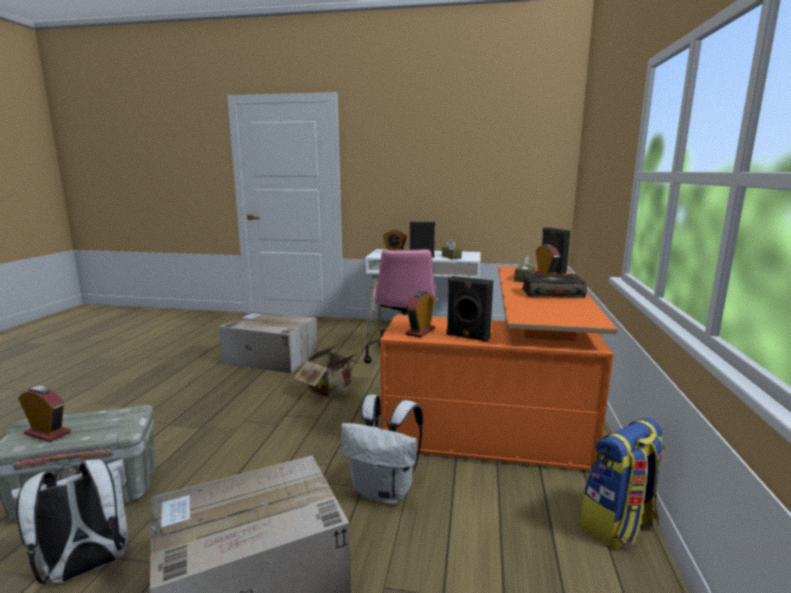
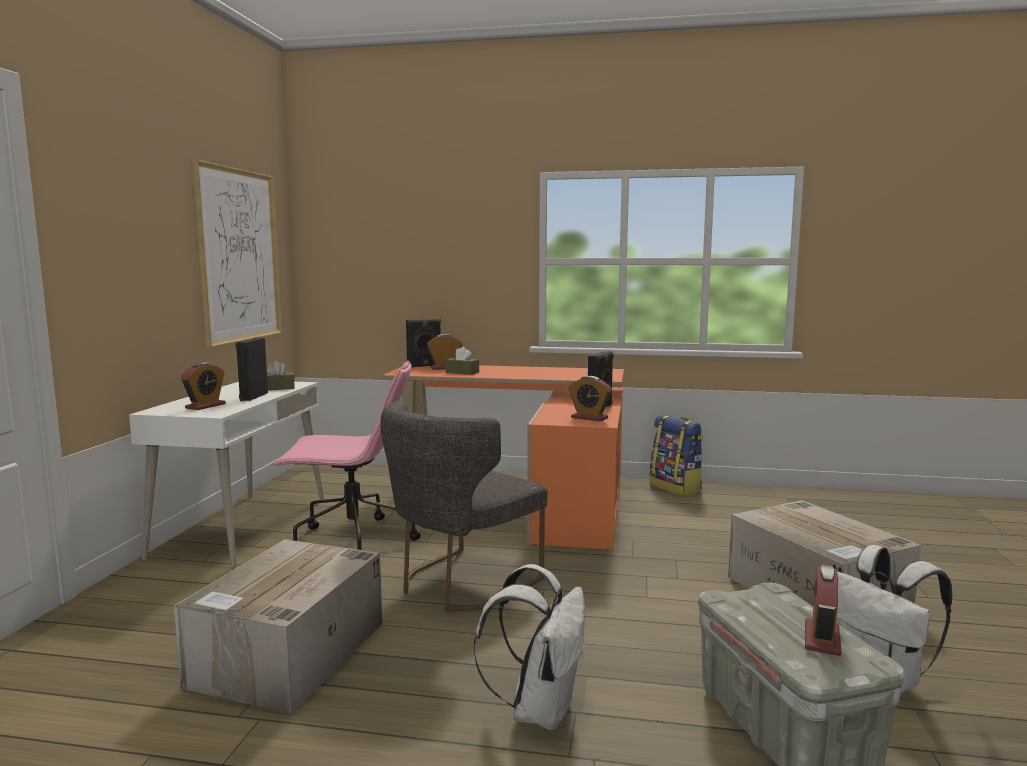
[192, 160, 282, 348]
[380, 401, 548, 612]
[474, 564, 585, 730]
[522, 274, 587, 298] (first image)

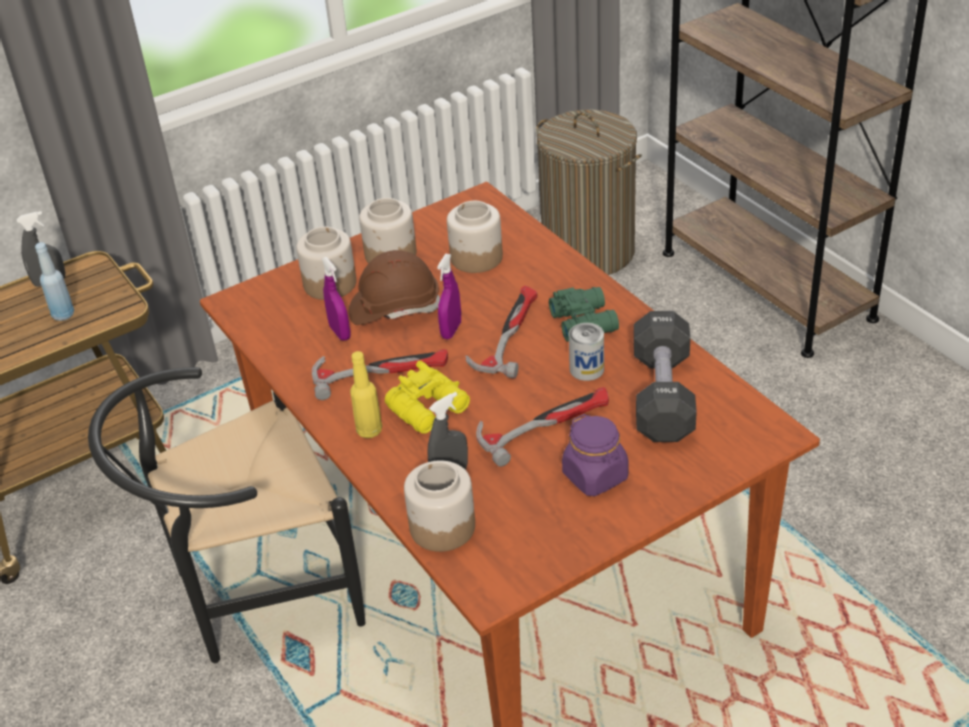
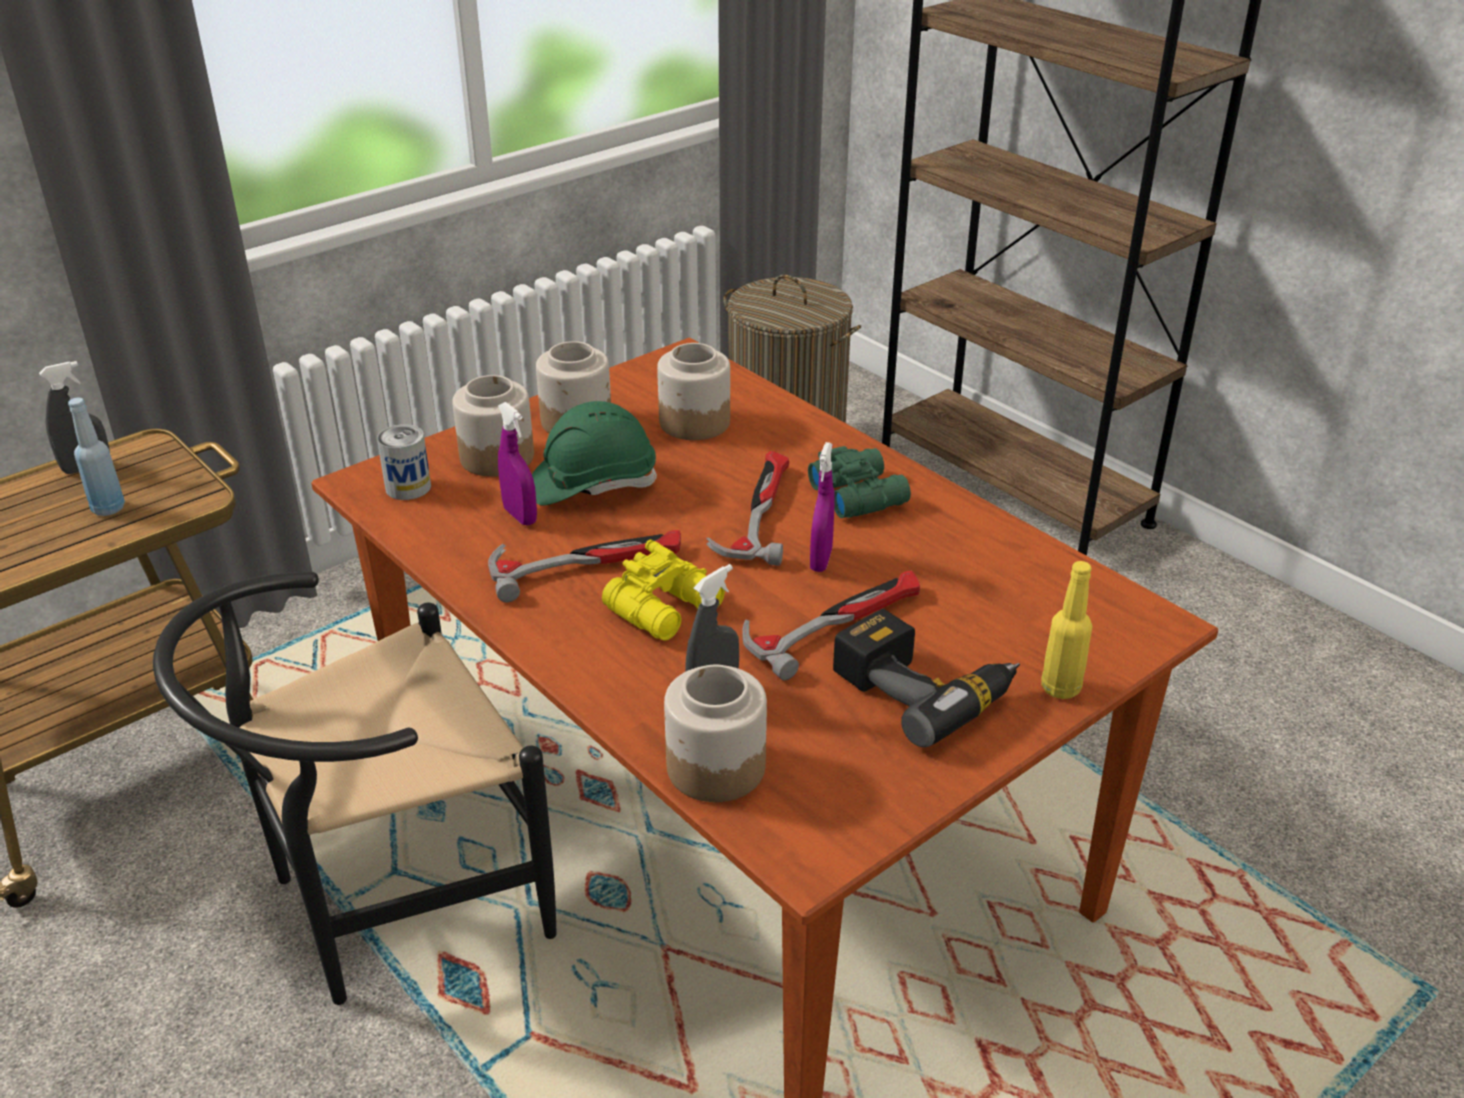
[377, 424, 431, 500]
[532, 401, 657, 506]
[810, 442, 834, 572]
[833, 609, 1020, 747]
[1041, 561, 1092, 699]
[634, 311, 697, 442] (first image)

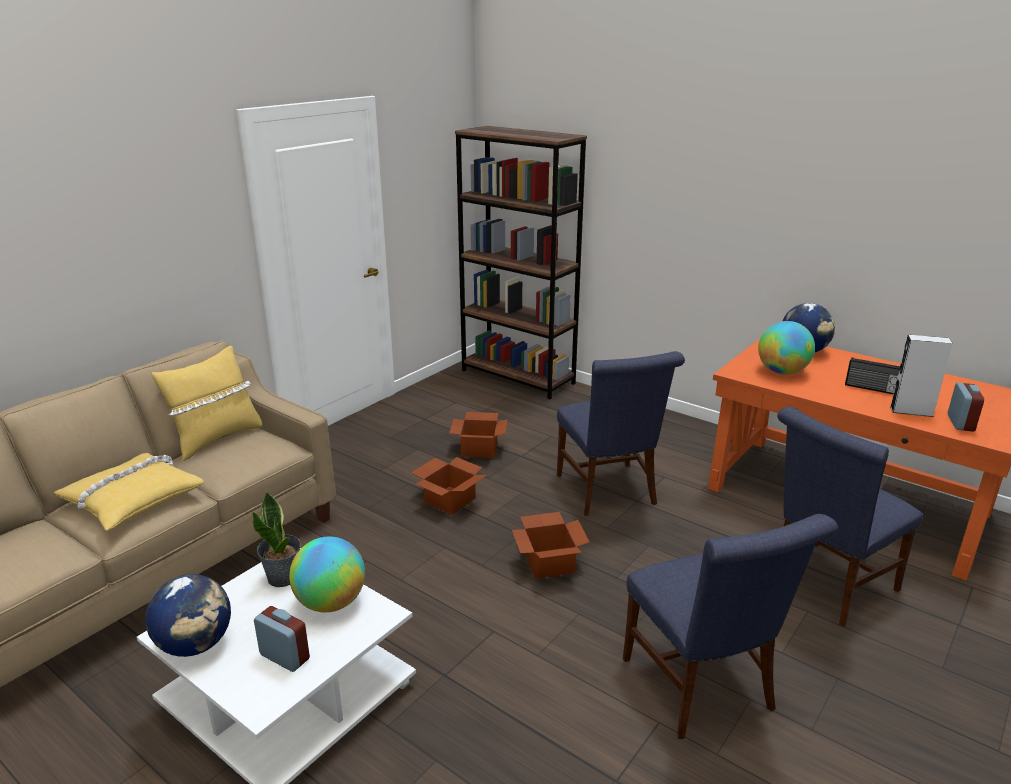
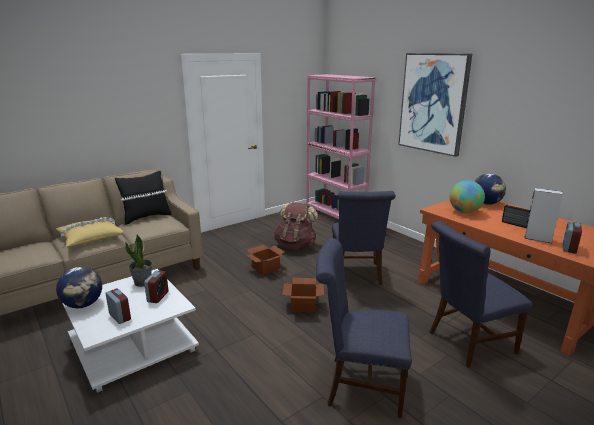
[115, 171, 171, 225]
[144, 270, 168, 303]
[274, 202, 318, 249]
[306, 74, 376, 219]
[316, 238, 412, 418]
[398, 53, 472, 157]

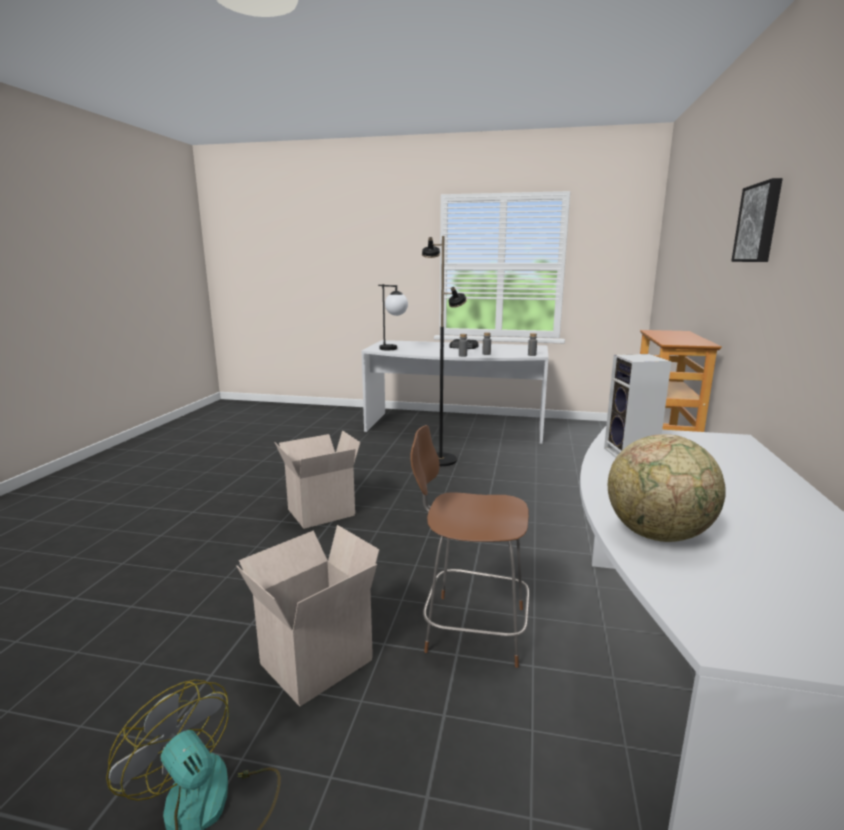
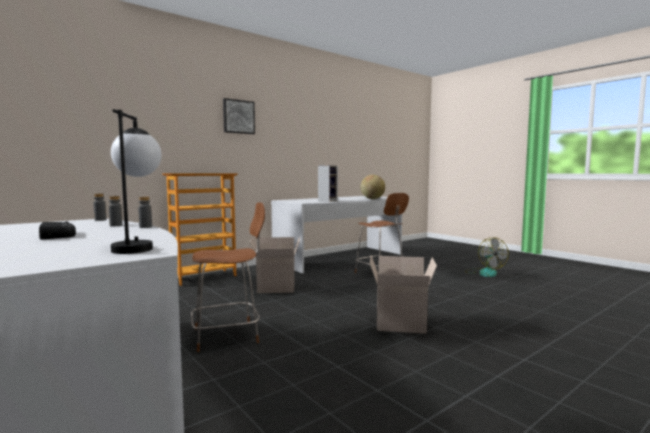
[191, 202, 265, 352]
[250, 236, 300, 293]

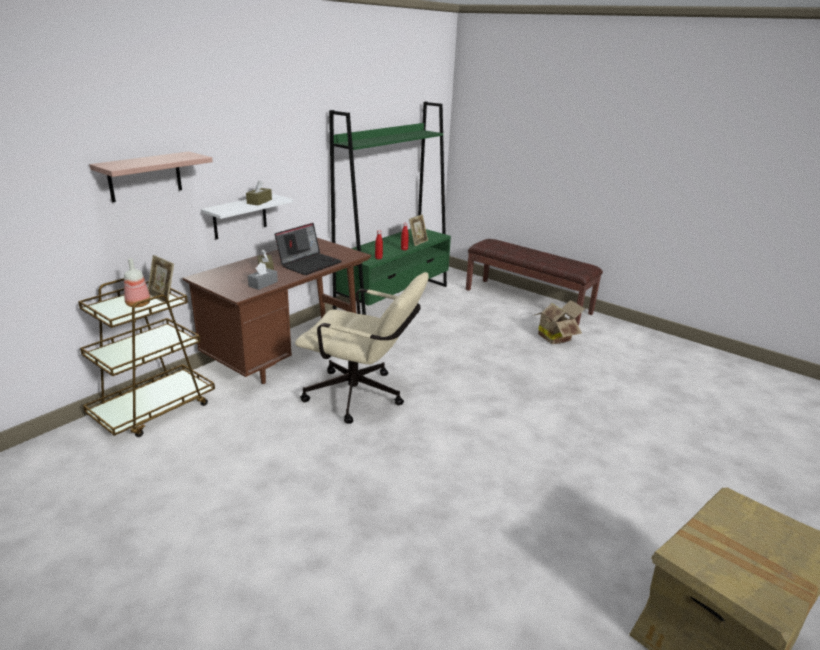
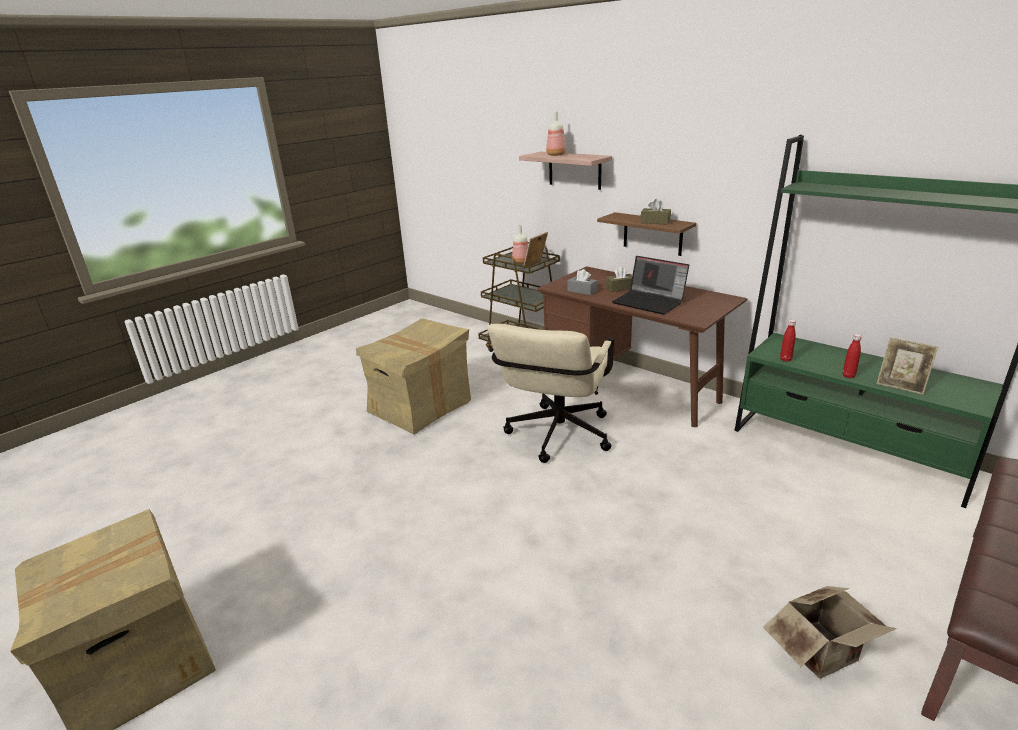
[356, 318, 471, 434]
[546, 111, 566, 156]
[597, 212, 696, 256]

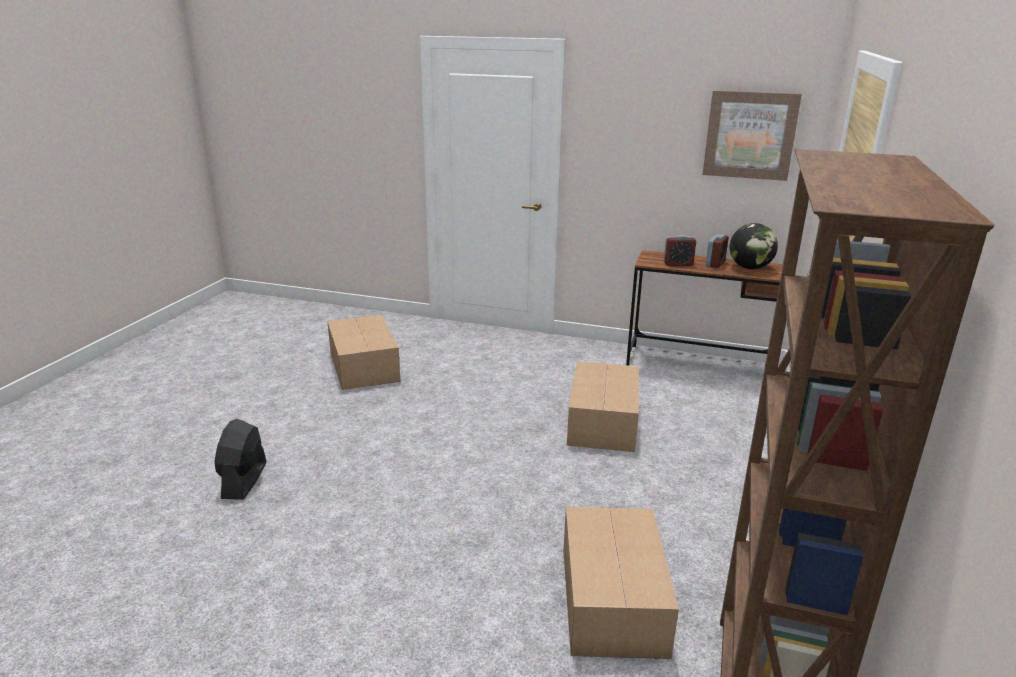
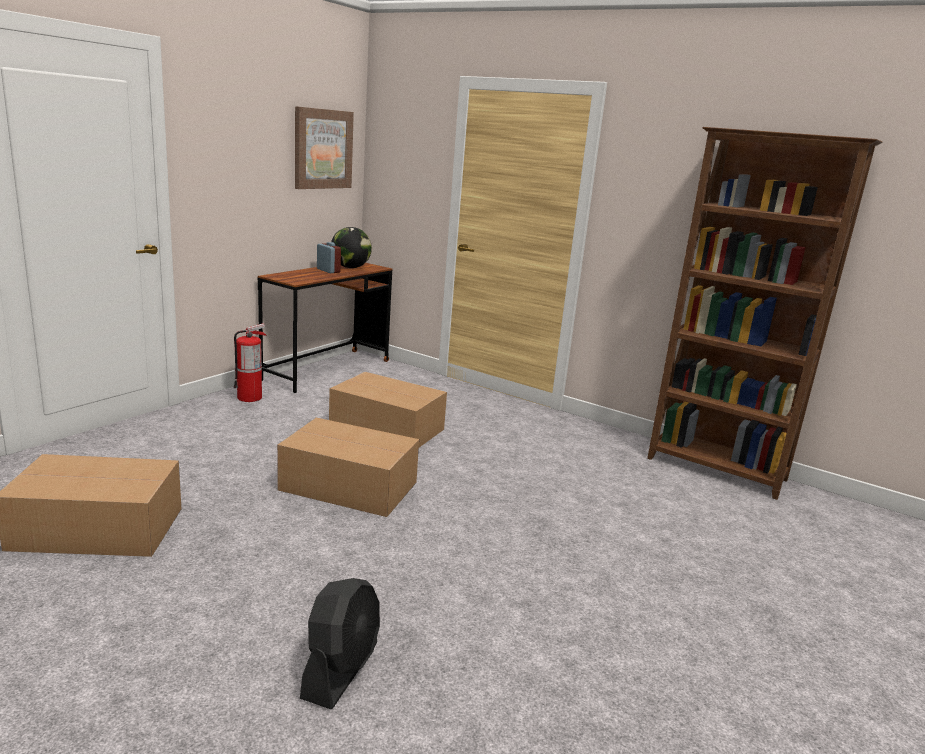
[233, 323, 267, 402]
[277, 417, 419, 517]
[300, 578, 380, 709]
[664, 235, 696, 266] (first image)

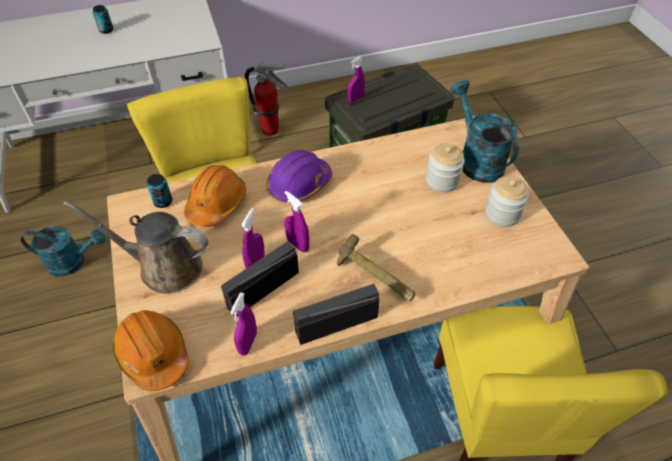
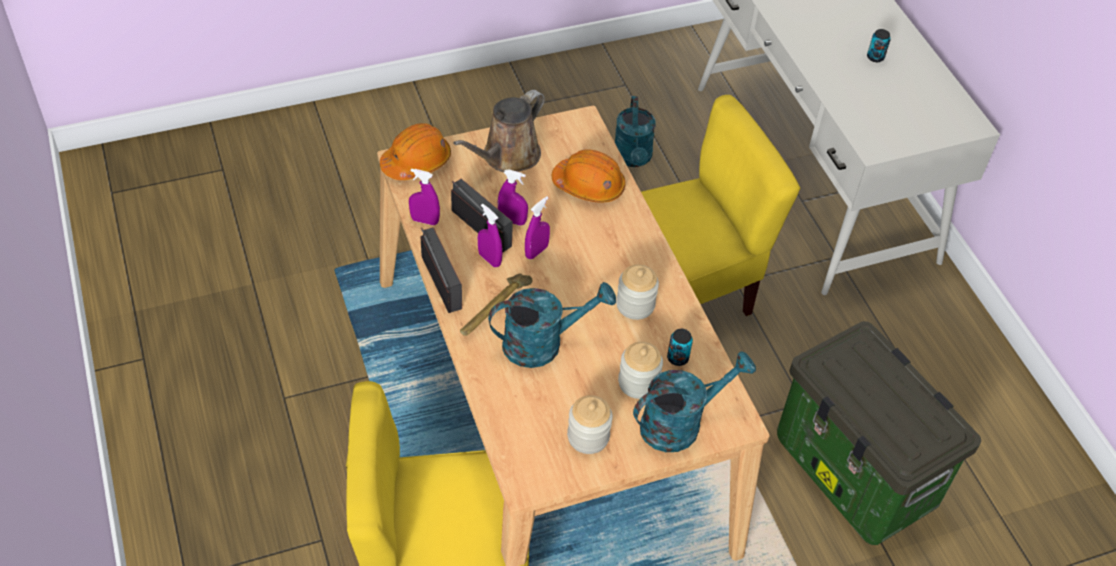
[453, 90, 545, 172]
[478, 204, 503, 267]
[488, 282, 616, 368]
[616, 264, 659, 320]
[667, 329, 693, 366]
[245, 62, 287, 136] (first image)
[266, 150, 332, 203] (first image)

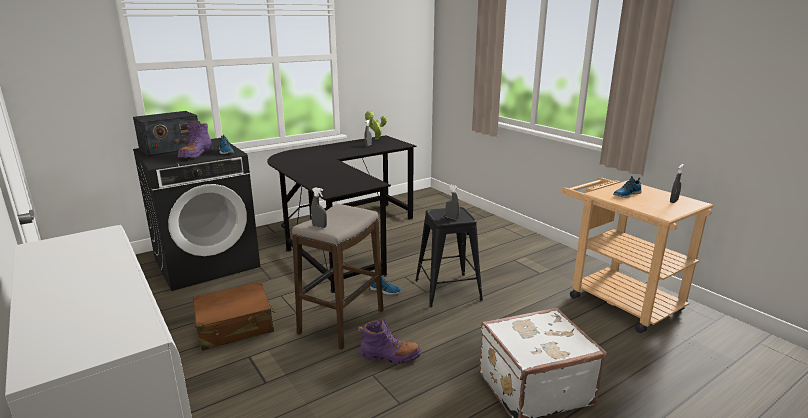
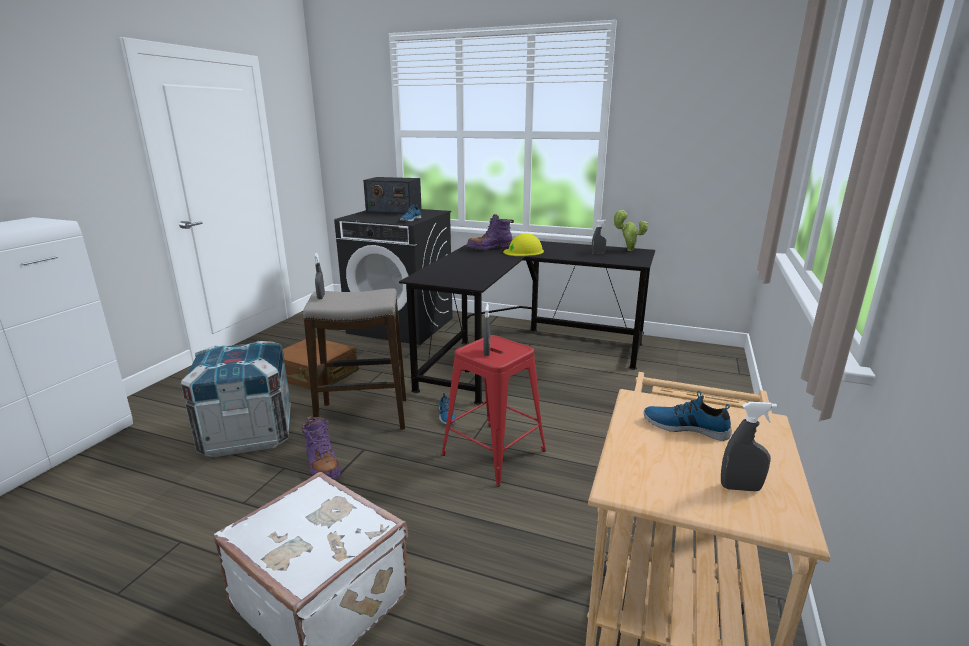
[181, 341, 291, 458]
[441, 335, 546, 487]
[466, 214, 514, 250]
[503, 233, 544, 256]

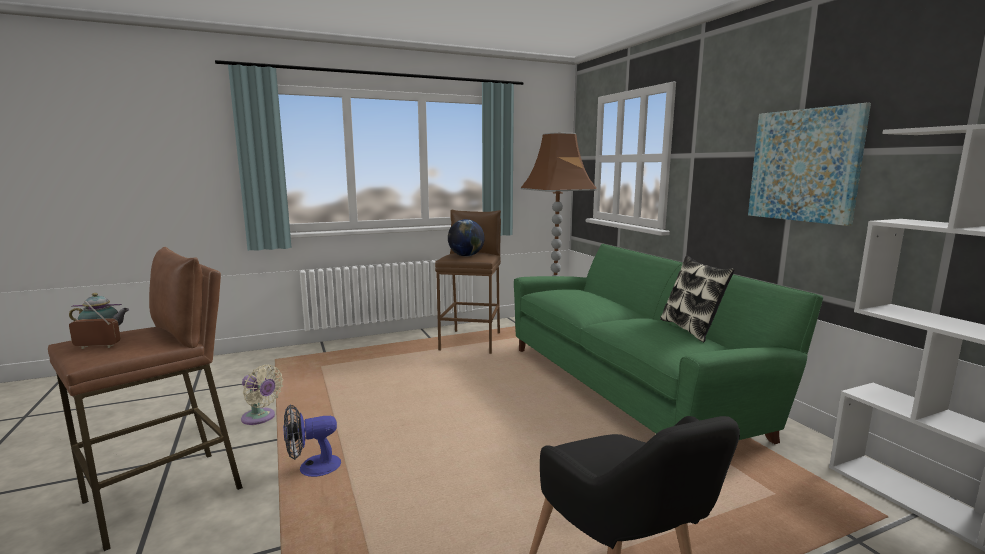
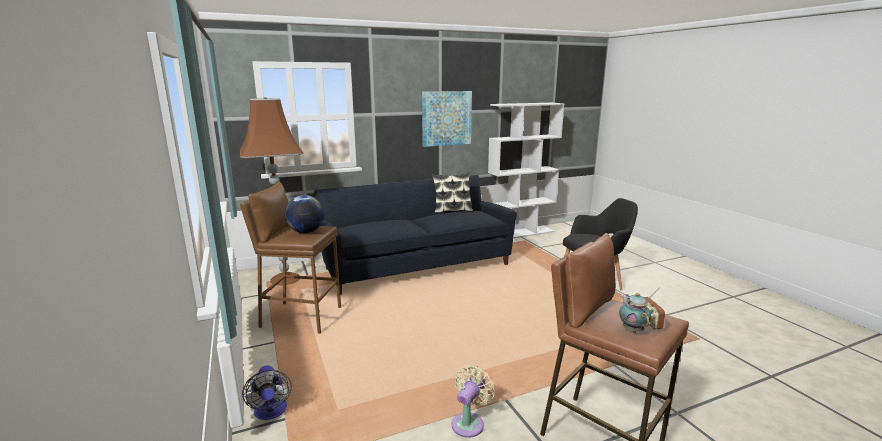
[242, 365, 292, 420]
[314, 175, 517, 295]

